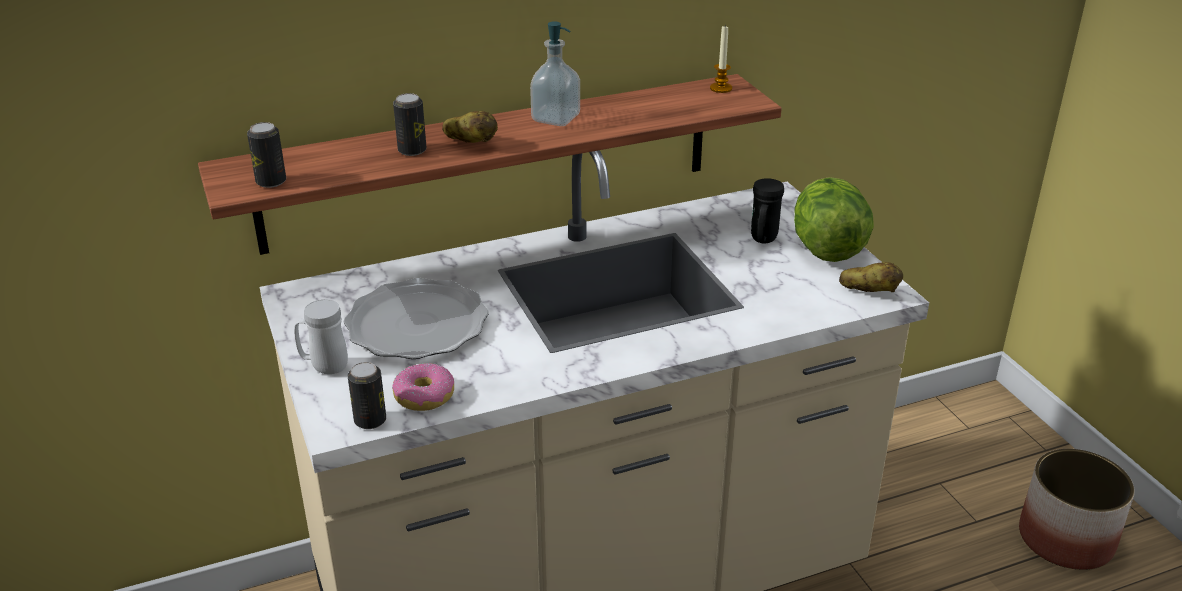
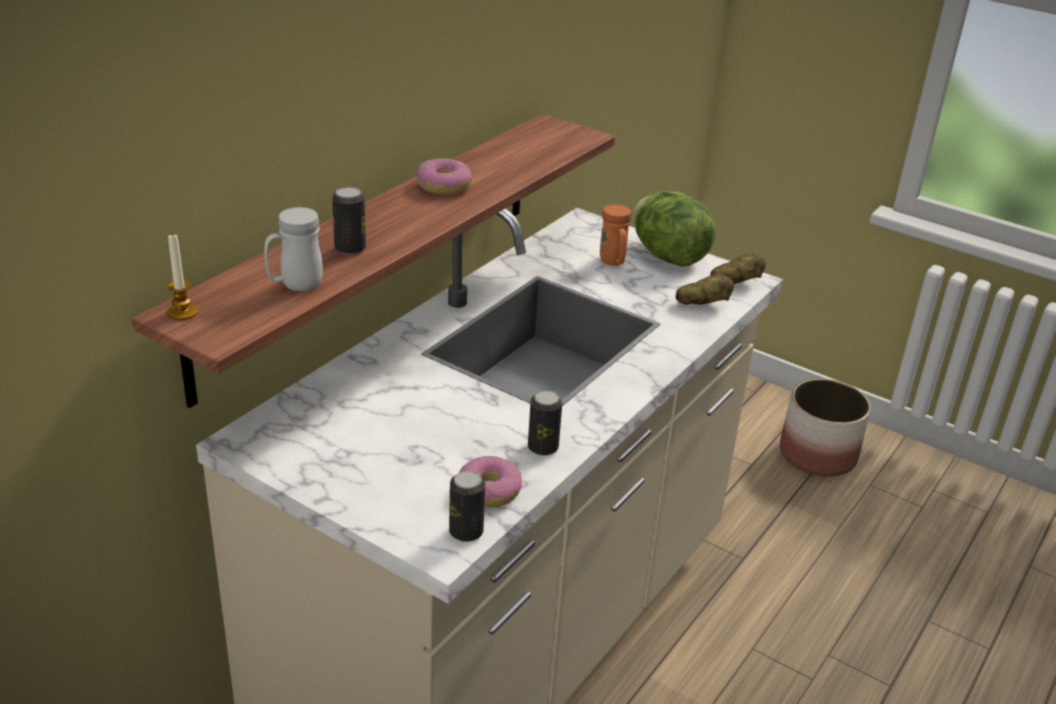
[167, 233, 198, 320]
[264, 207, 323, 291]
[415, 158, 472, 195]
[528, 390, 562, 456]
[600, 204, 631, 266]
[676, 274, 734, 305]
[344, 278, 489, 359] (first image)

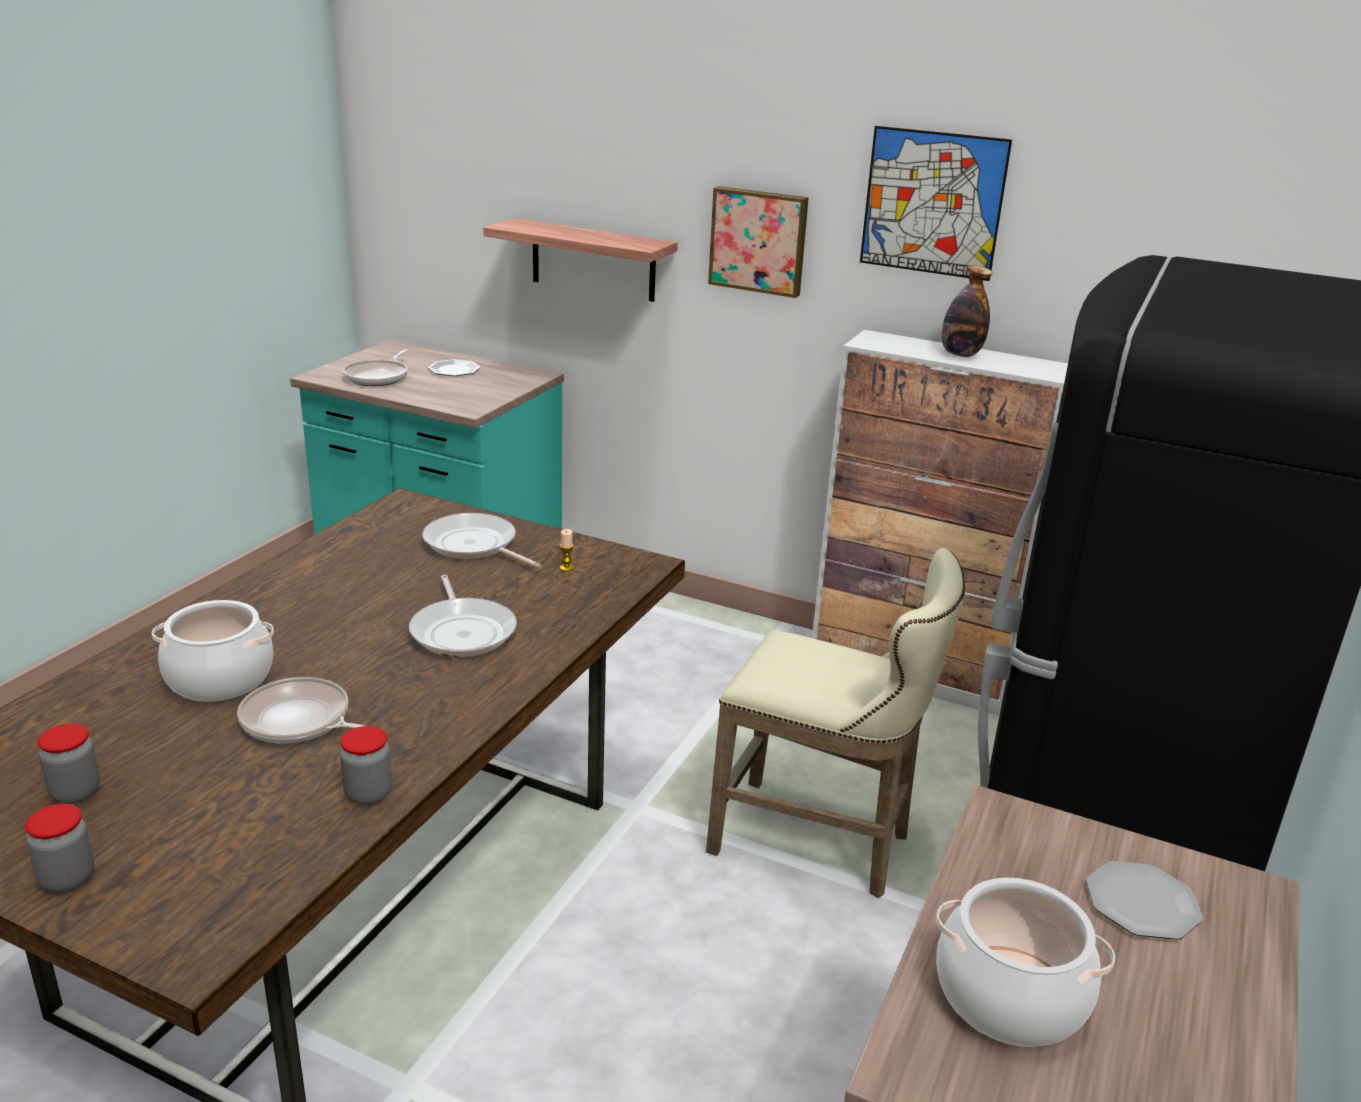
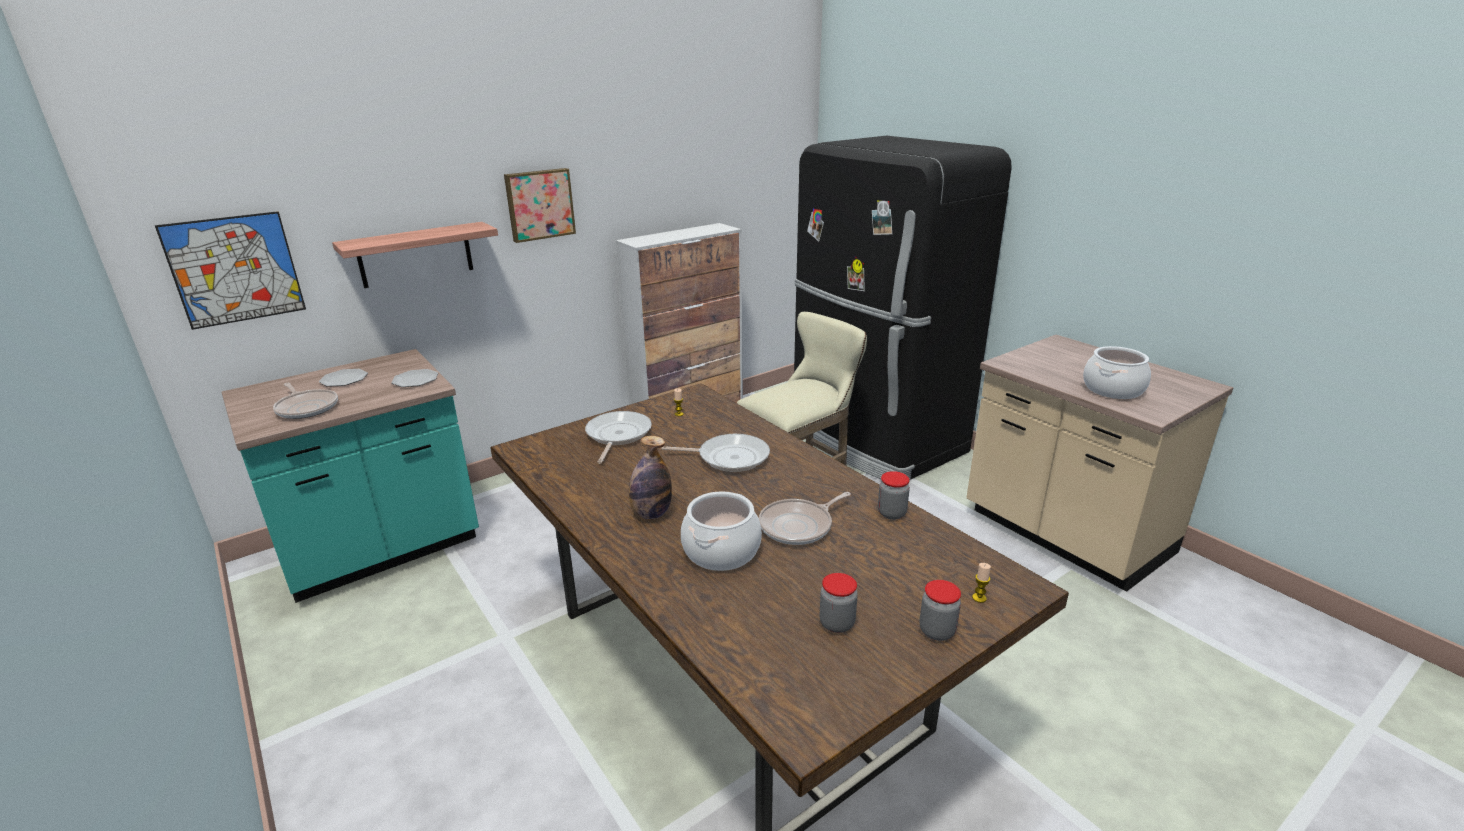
[155, 211, 306, 330]
[391, 369, 438, 387]
[585, 411, 652, 464]
[629, 436, 672, 519]
[972, 563, 991, 603]

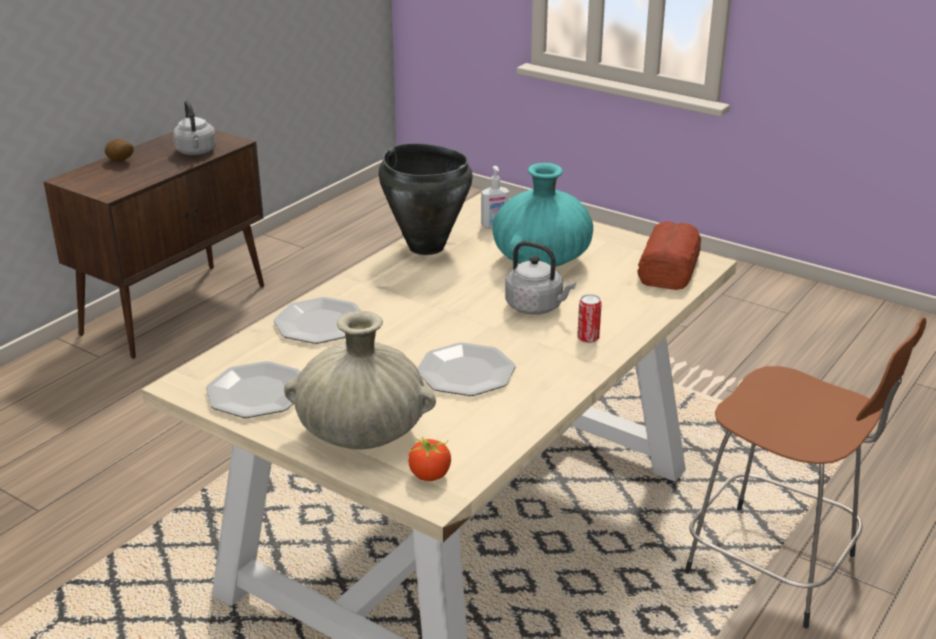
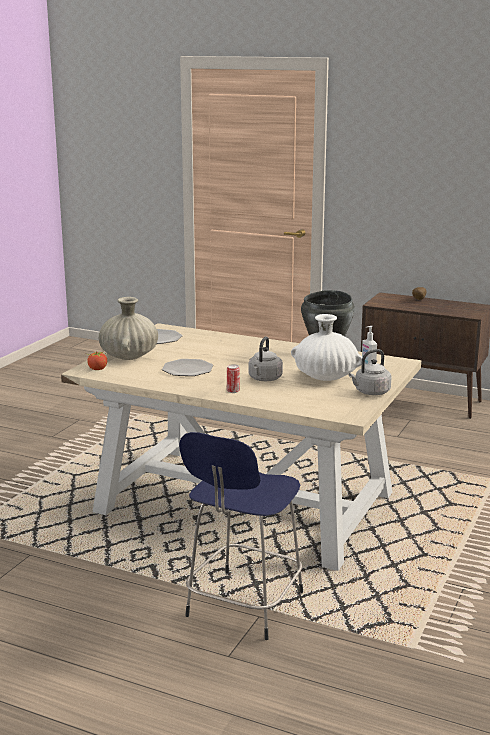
[179, 432, 303, 640]
[291, 314, 363, 381]
[349, 349, 391, 395]
[273, 297, 361, 344] (first image)
[637, 221, 701, 290] (first image)

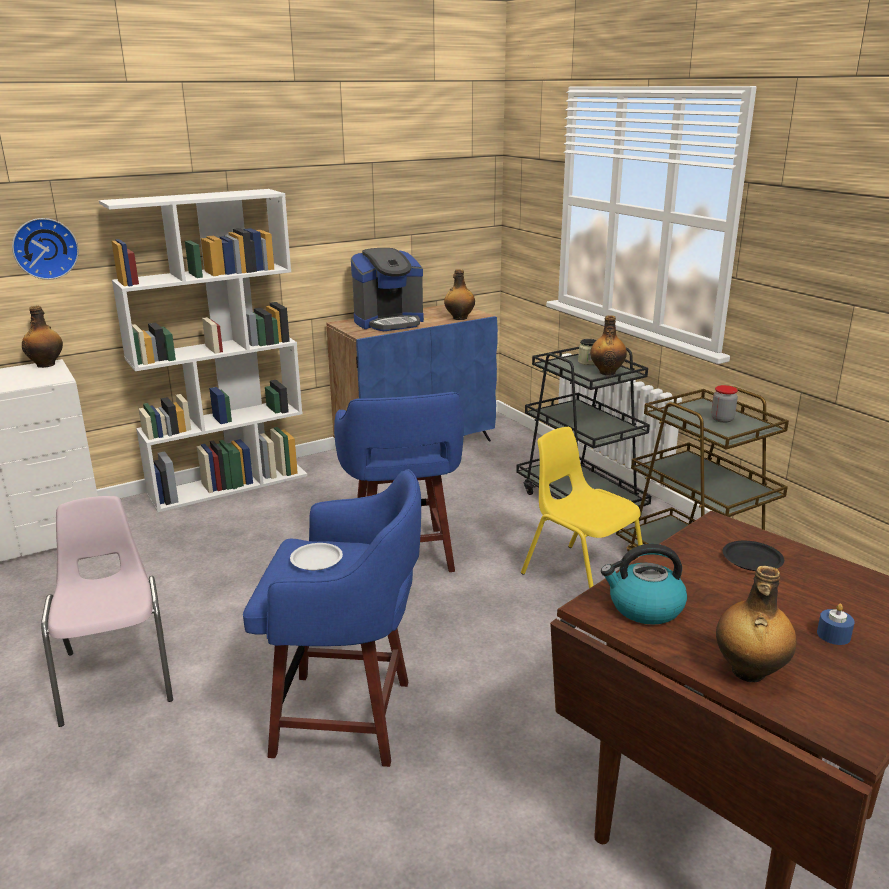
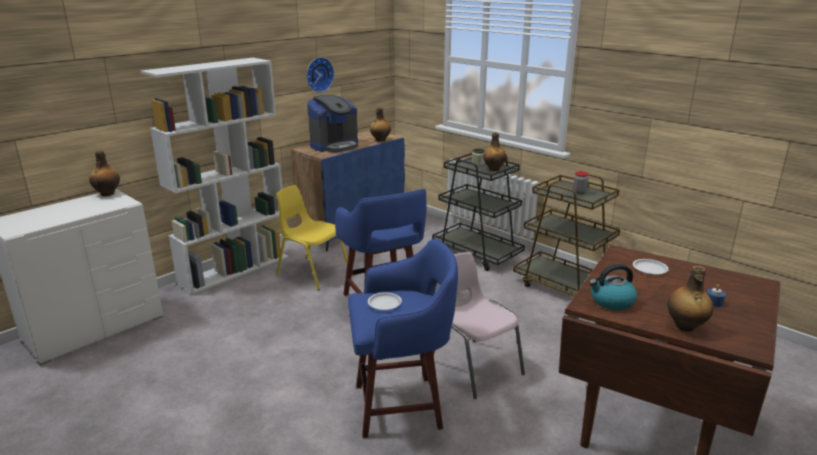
[276, 185, 348, 290]
[307, 57, 334, 93]
[433, 252, 525, 399]
[633, 259, 669, 275]

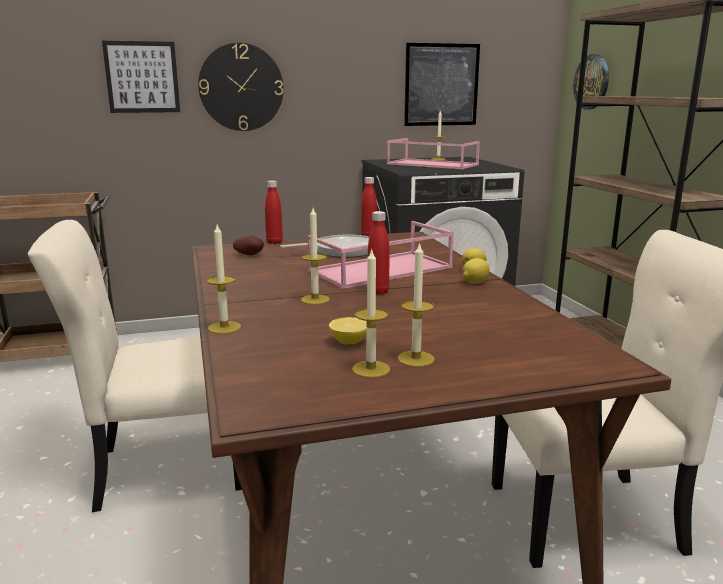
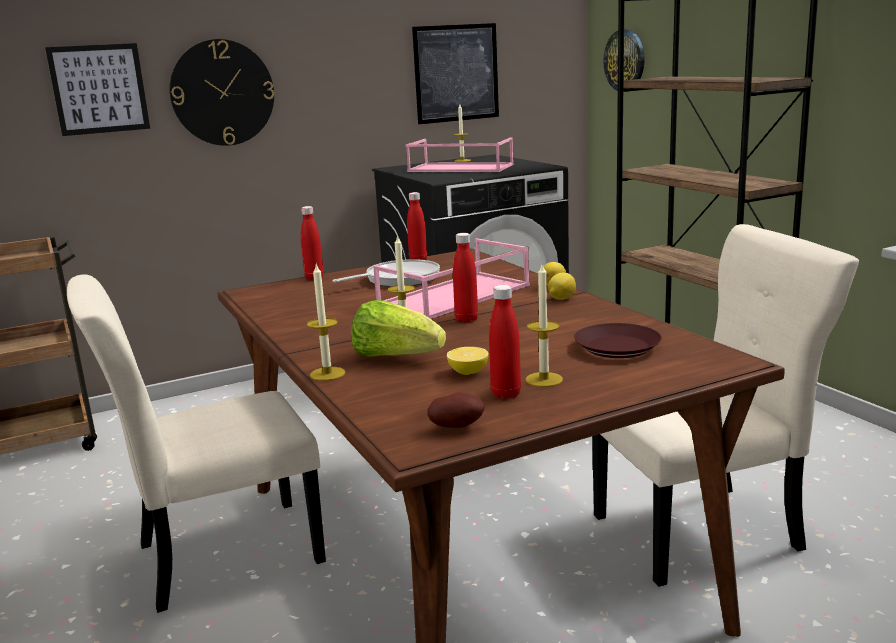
[351, 300, 446, 357]
[427, 392, 485, 428]
[489, 285, 521, 399]
[574, 323, 662, 358]

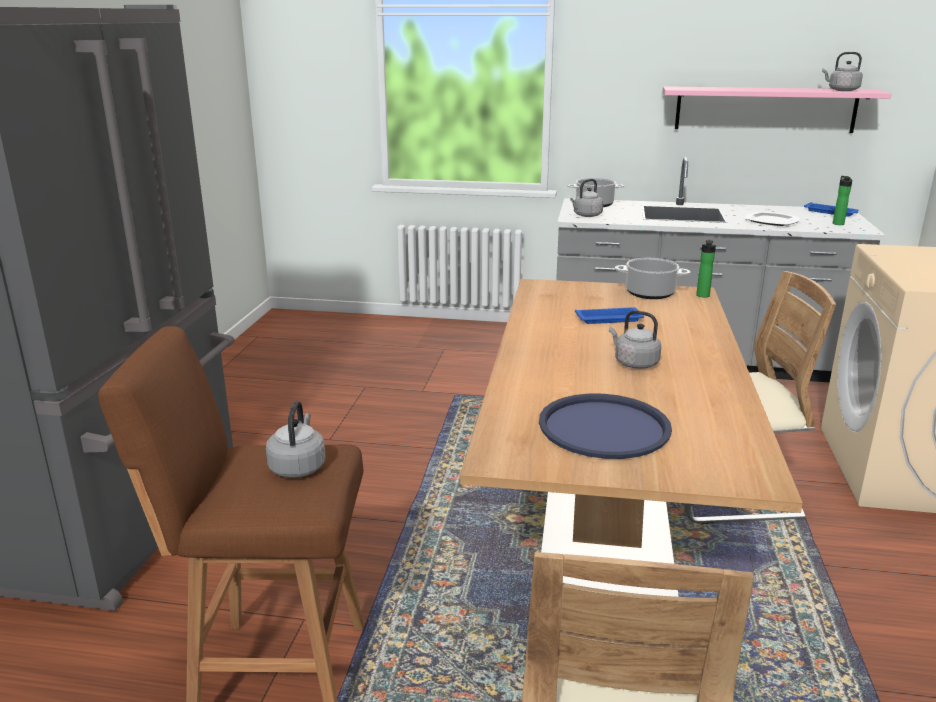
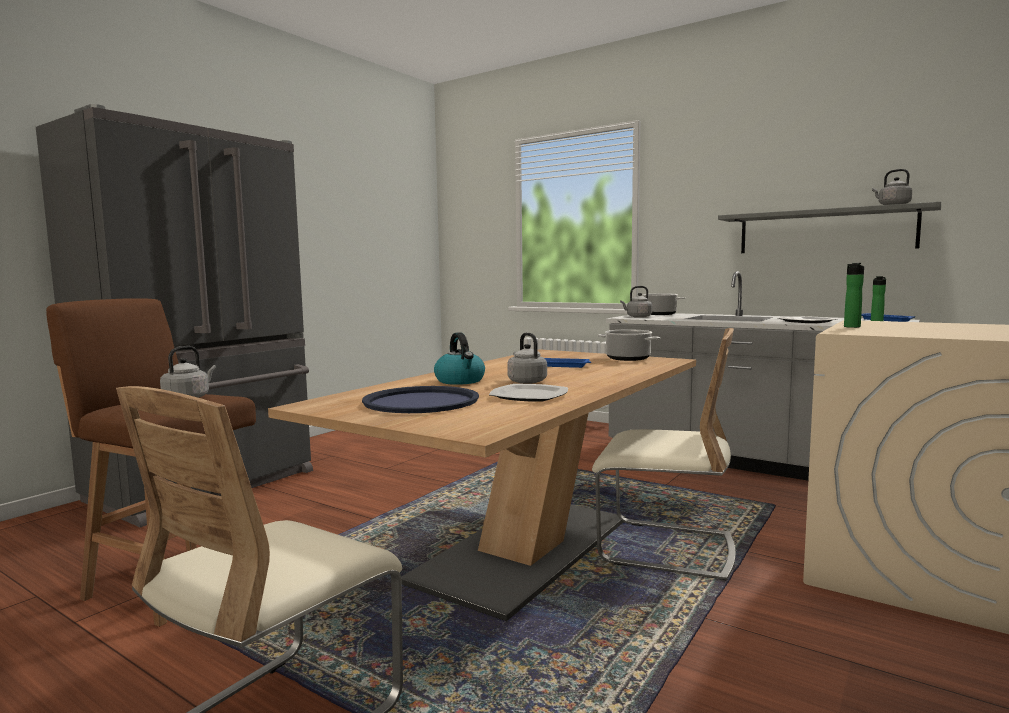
[434, 332, 485, 385]
[489, 384, 568, 402]
[718, 202, 941, 253]
[844, 263, 864, 328]

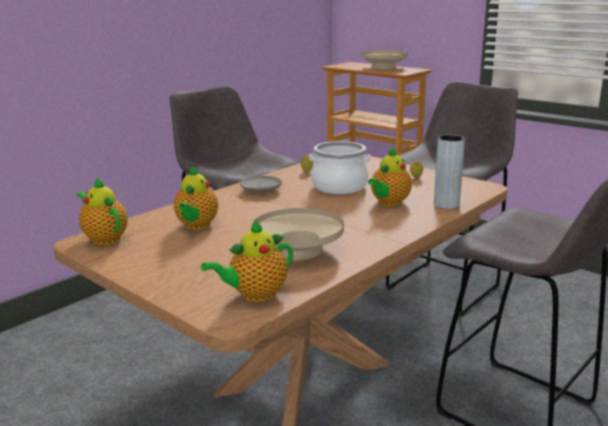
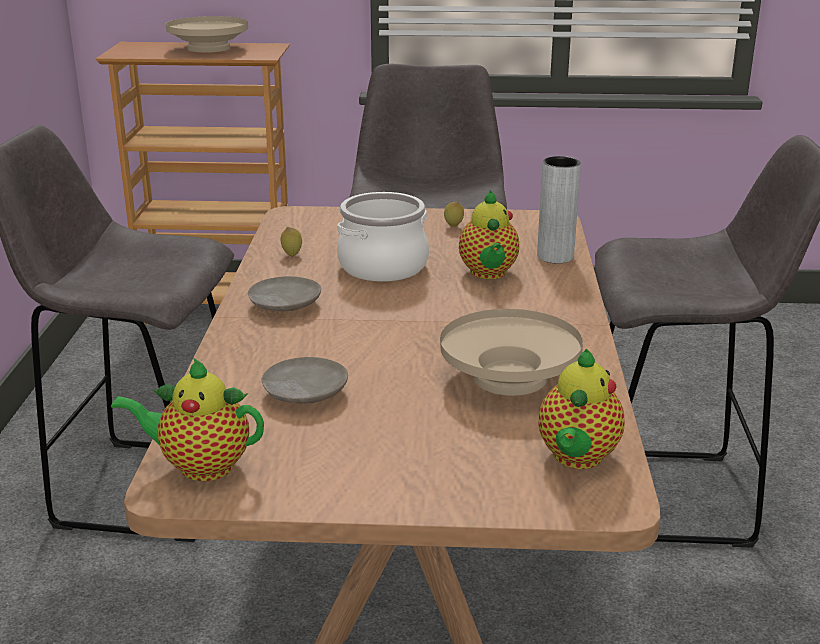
[262, 357, 348, 404]

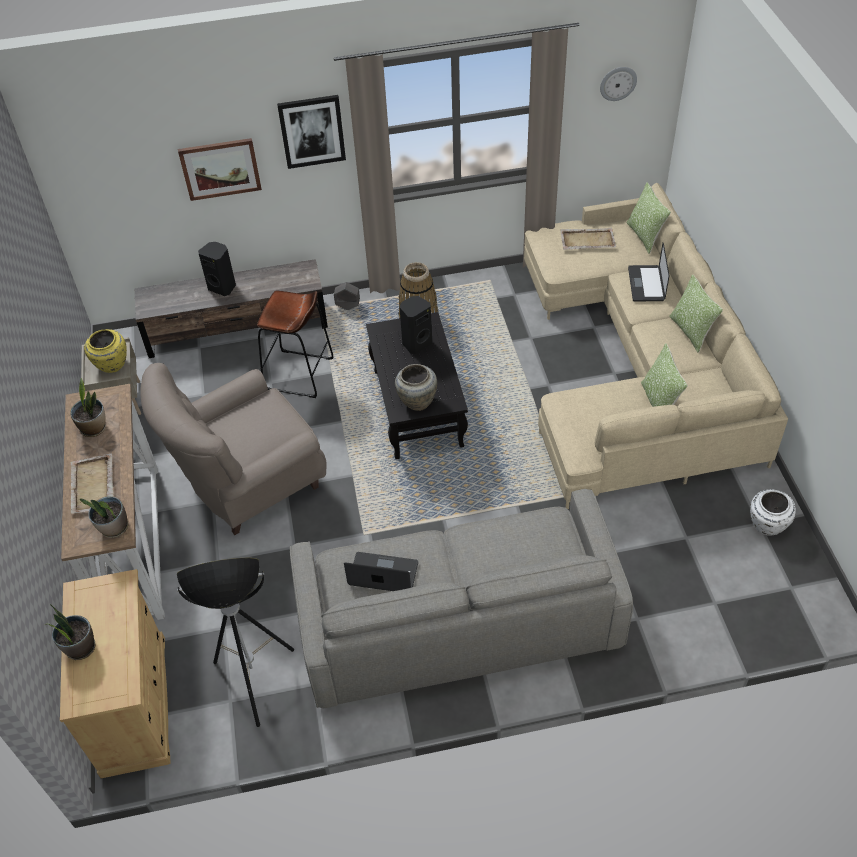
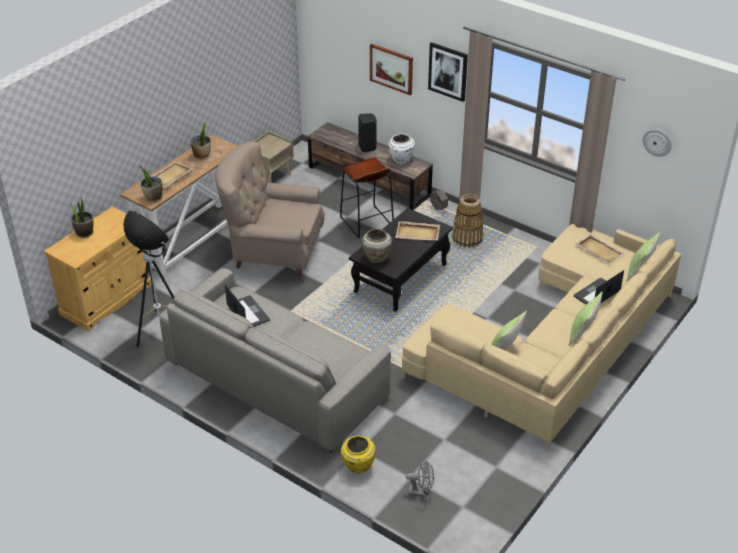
[341, 435, 376, 474]
[388, 134, 415, 164]
[395, 221, 440, 240]
[405, 461, 434, 497]

